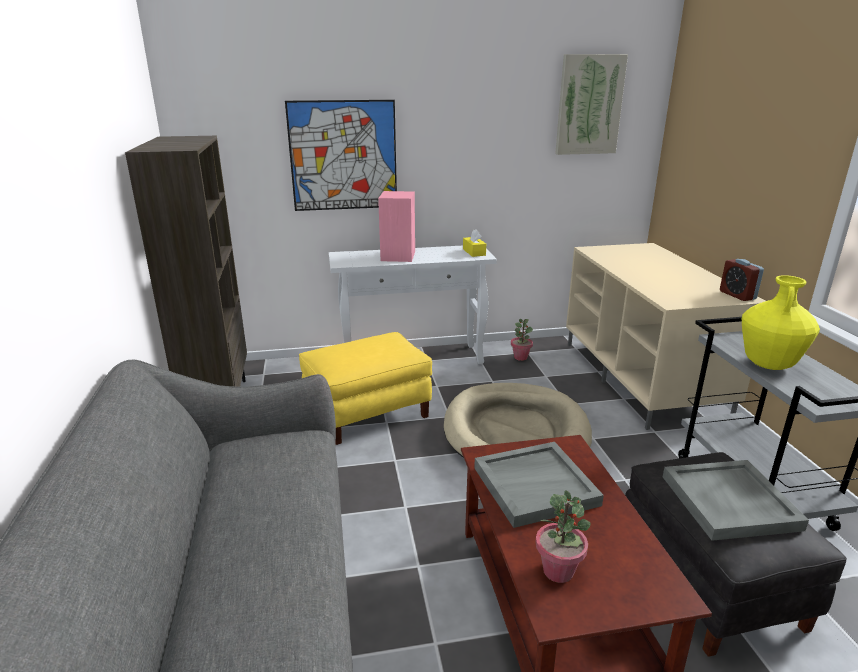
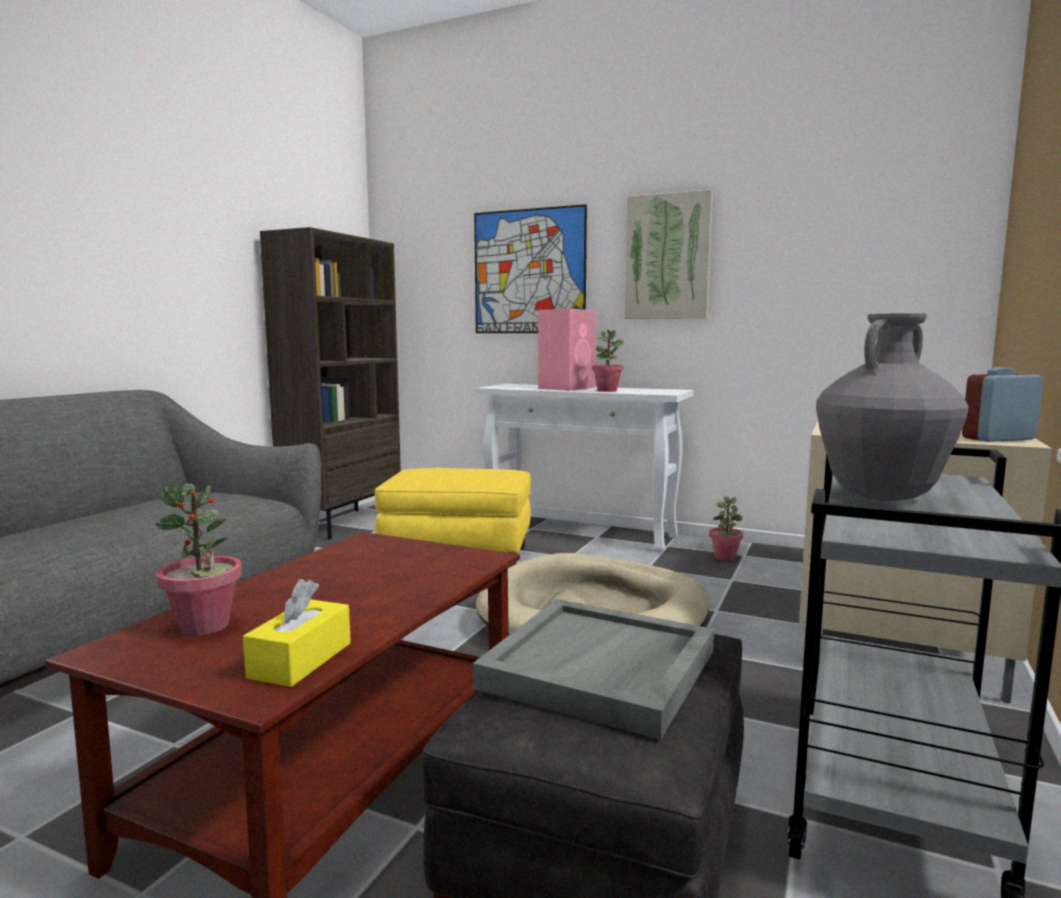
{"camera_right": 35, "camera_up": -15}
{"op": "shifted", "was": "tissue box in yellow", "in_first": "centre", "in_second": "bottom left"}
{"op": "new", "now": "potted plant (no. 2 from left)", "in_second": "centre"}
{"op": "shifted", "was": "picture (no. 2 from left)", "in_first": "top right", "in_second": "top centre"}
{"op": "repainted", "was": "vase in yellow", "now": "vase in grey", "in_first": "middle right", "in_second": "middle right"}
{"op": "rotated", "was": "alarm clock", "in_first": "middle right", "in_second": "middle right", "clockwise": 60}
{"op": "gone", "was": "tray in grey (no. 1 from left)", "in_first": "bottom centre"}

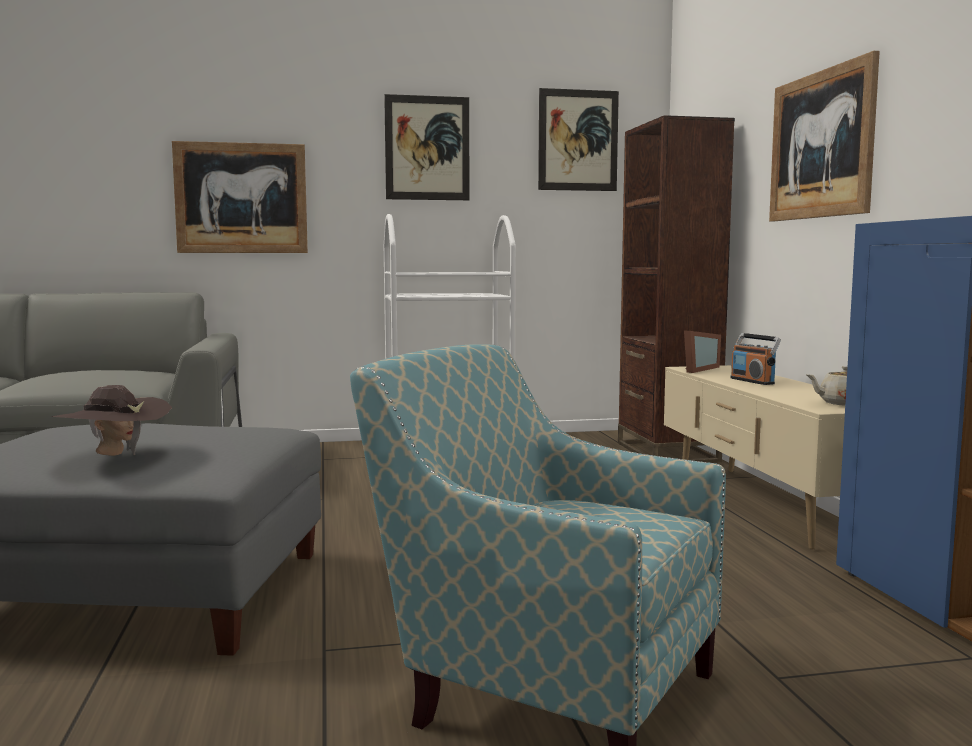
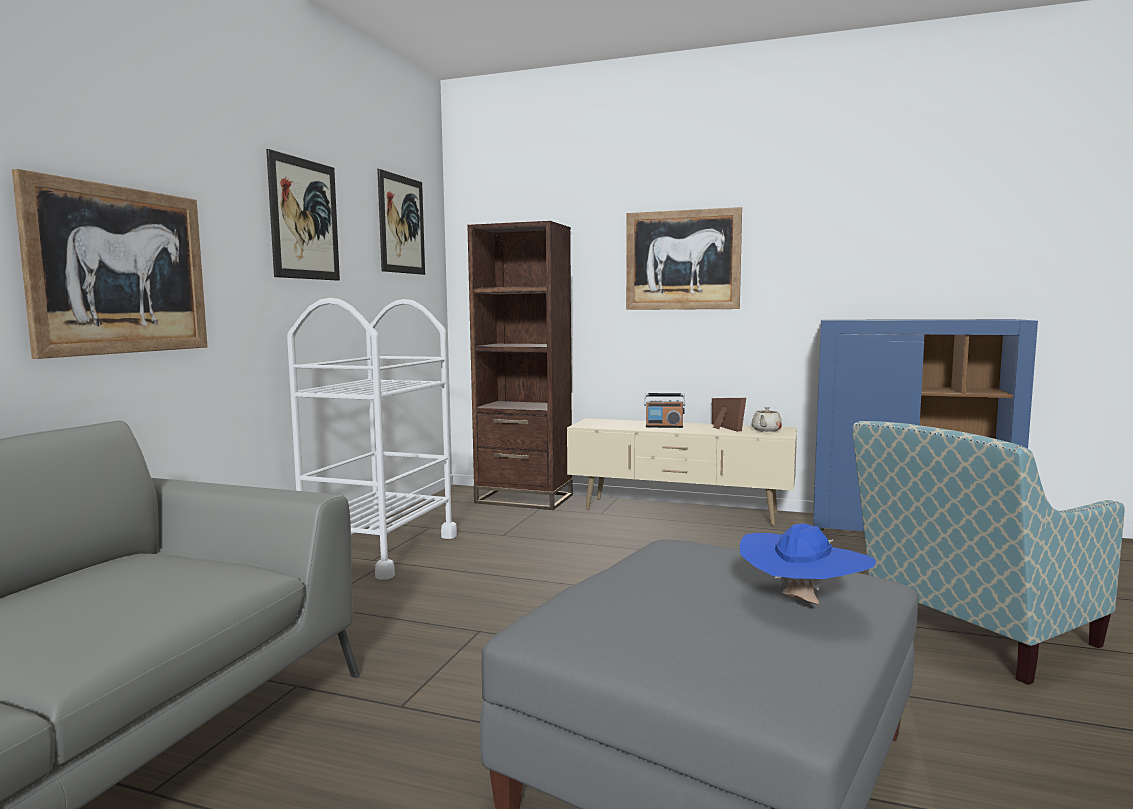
{"camera_right": -60, "camera_up": 0}
{"op": "shifted", "was": "picture frame", "in_first": "middle right", "in_second": "centre"}
{"op": "repainted", "was": "hat in brown", "now": "hat in blue", "in_first": "middle left", "in_second": "bottom right"}

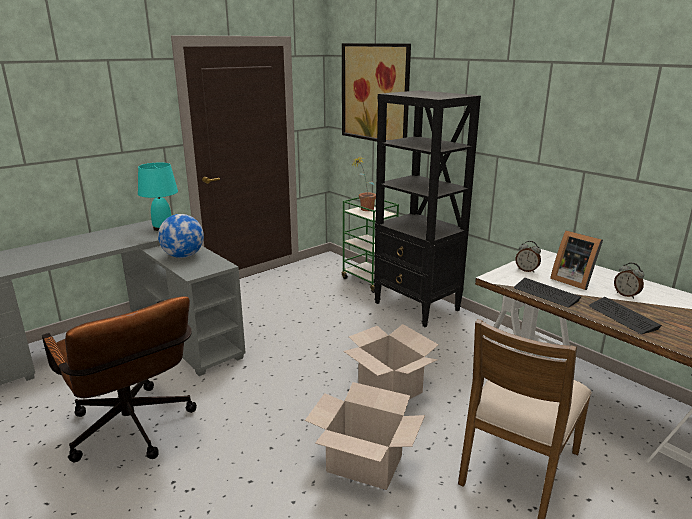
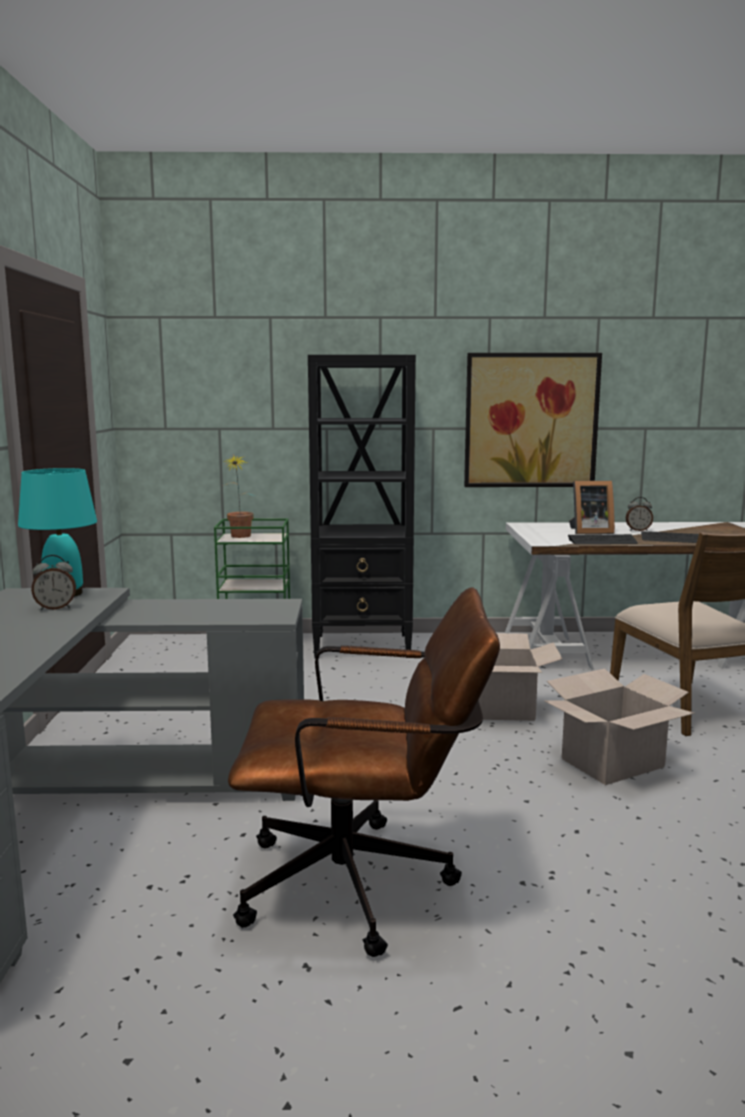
{"camera_right": -50, "camera_up": -10}
{"op": "shifted", "was": "alarm clock (no. 1 from left)", "in_first": "middle right", "in_second": "middle left"}
{"op": "shifted", "was": "picture", "in_first": "top centre", "in_second": "middle right"}
{"op": "gone", "was": "globe", "in_first": "middle left"}

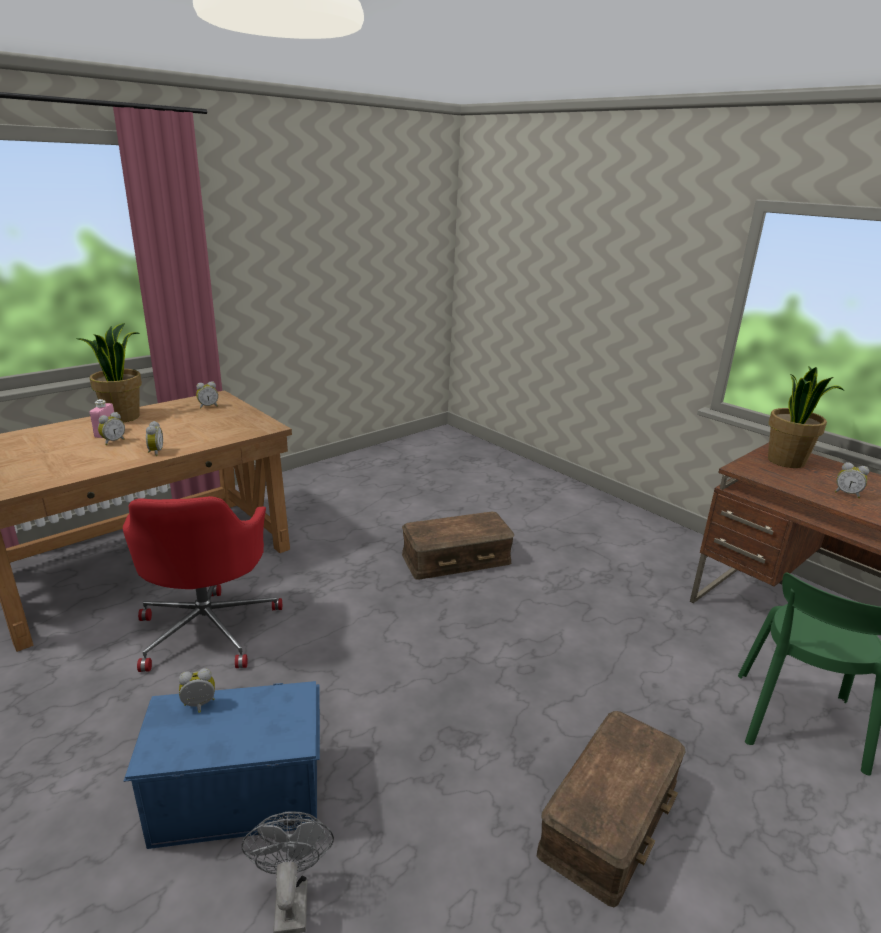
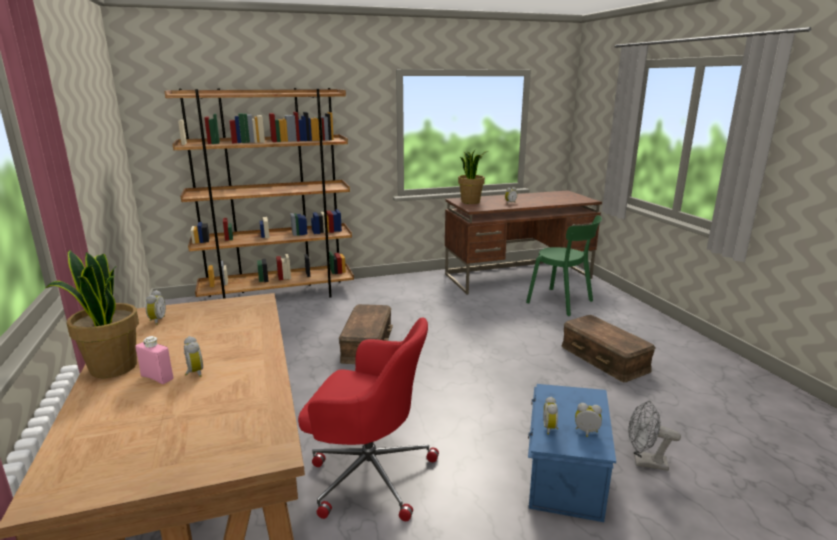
{"camera_right": -65, "camera_up": -5}
{"op": "new", "now": "bookcase in brown", "in_second": "middle left"}
{"op": "shifted", "was": "alarm clock (no. 2 from left in the first image)", "now": "alarm clock (no. 5 from left)", "in_first": "middle left", "in_second": "bottom right"}

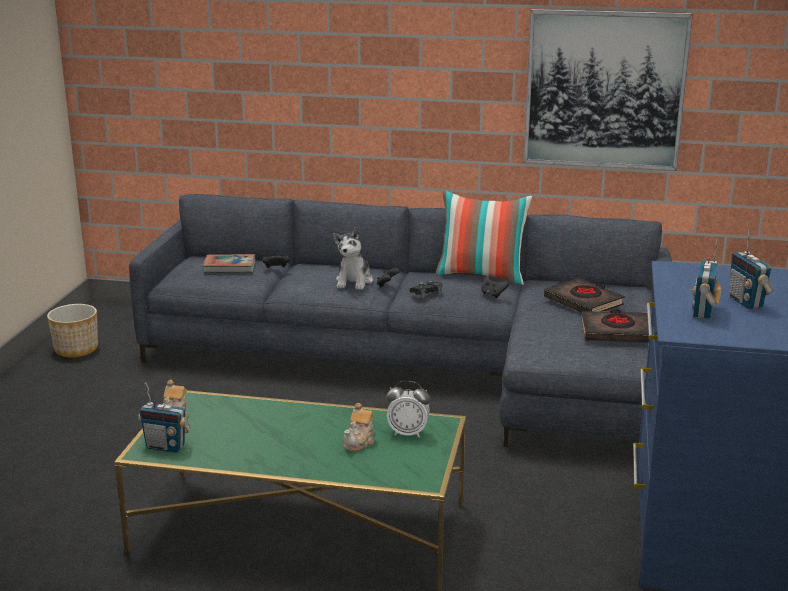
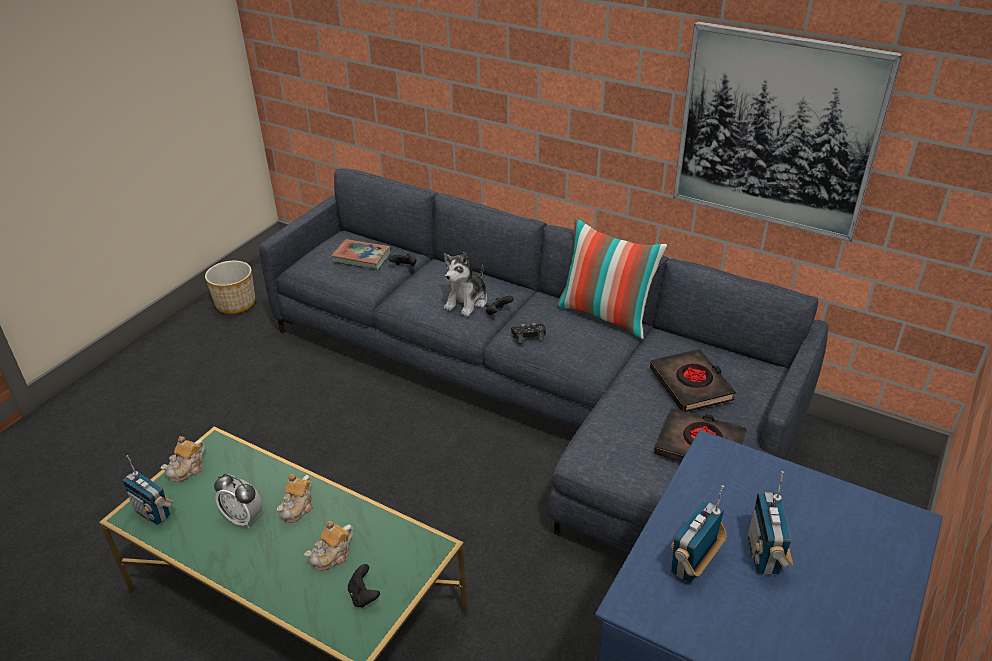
{"camera_right": 20, "camera_up": 15}
{"op": "shifted", "was": "alarm clock", "in_first": "bottom centre", "in_second": "bottom left"}
{"op": "new", "now": "teapot (no. 2 from left)", "in_second": "bottom left"}
{"op": "shifted", "was": "game controller in black (no. 4 from left in the first image)", "now": "game controller in black (no. 1 from left)", "in_first": "centre", "in_second": "bottom centre"}

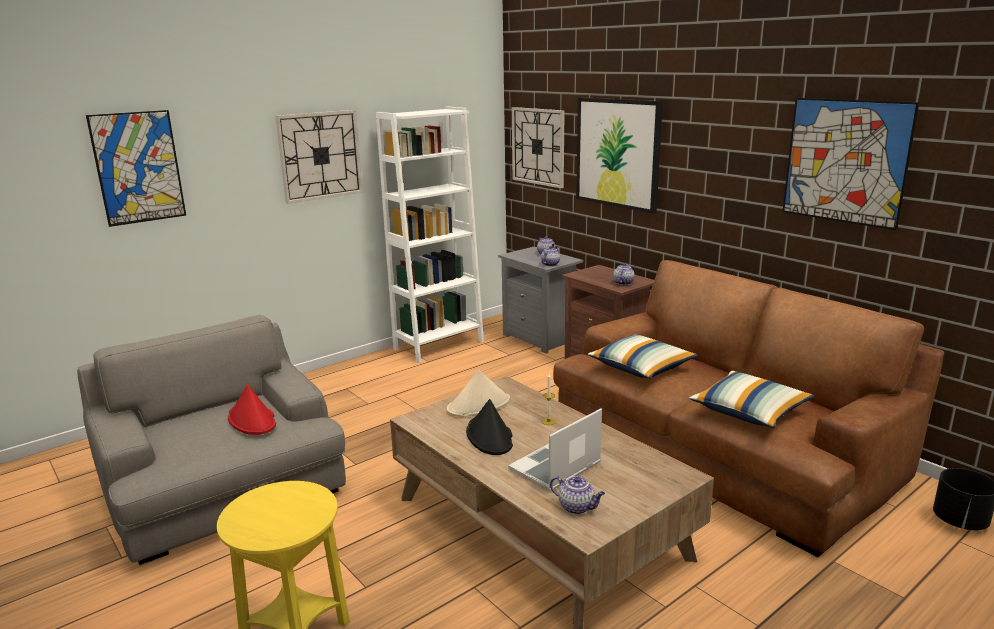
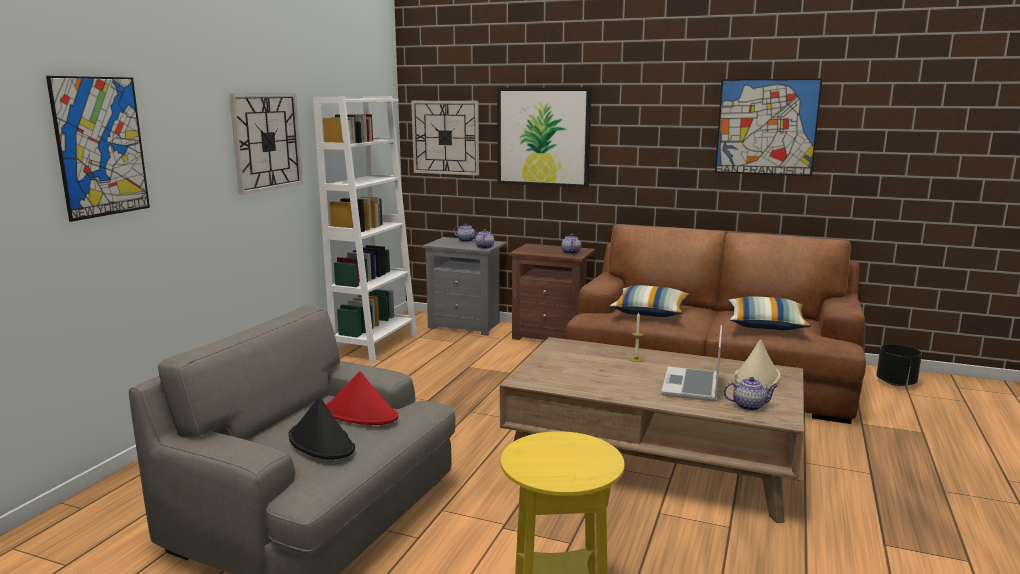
{"camera_right": -30, "camera_up": -5}
{"op": "shifted", "was": "hat in black", "in_first": "bottom centre", "in_second": "bottom left"}
{"op": "shifted", "was": "hat in beige", "in_first": "centre", "in_second": "middle right"}

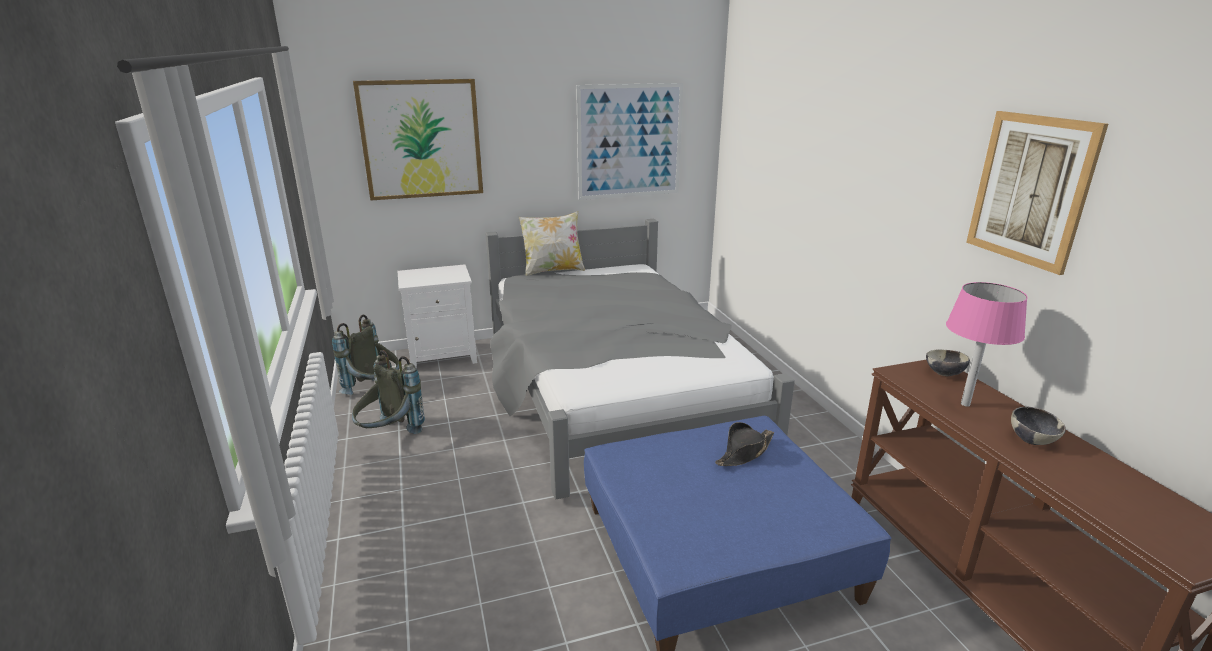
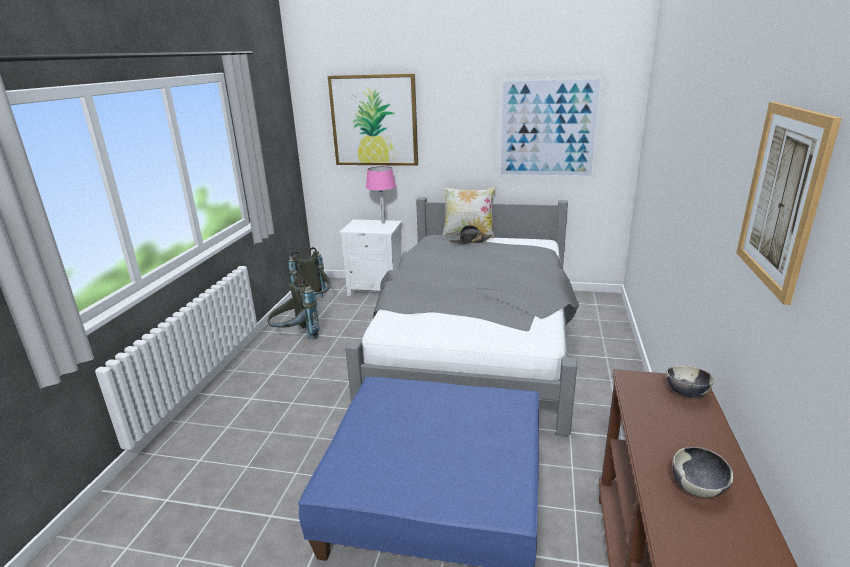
{"camera_right": 30, "camera_up": 0}
{"op": "shifted", "was": "table lamp in pink", "in_first": "middle right", "in_second": "centre"}
{"op": "shifted", "was": "hat in black", "in_first": "bottom centre", "in_second": "centre"}

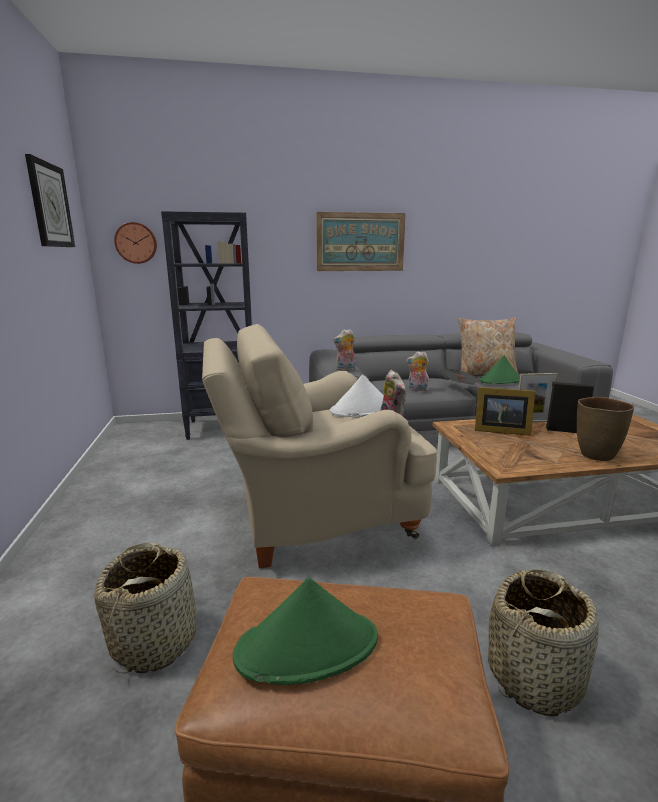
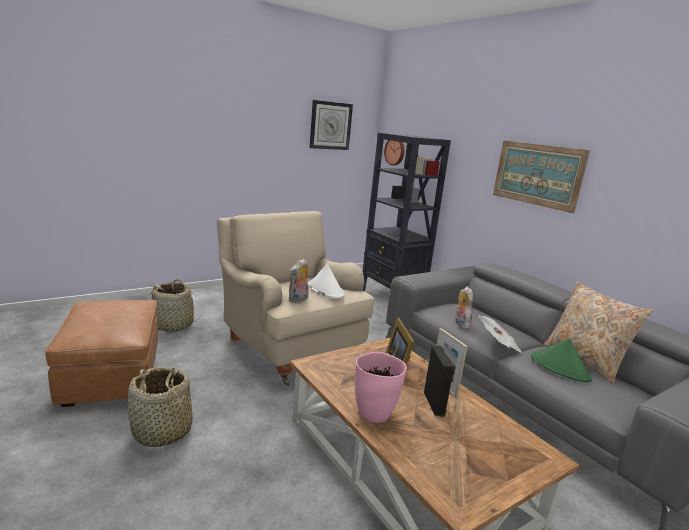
{"camera_right": 65, "camera_up": 0}
{"op": "repainted", "was": "vase in brown", "now": "vase in pink", "in_first": "middle right", "in_second": "bottom centre"}
{"op": "gone", "was": "hat in green (no. 1 from left)", "in_first": "bottom centre"}
{"op": "gone", "was": "plush toy (no. 1 from left)", "in_first": "centre"}

